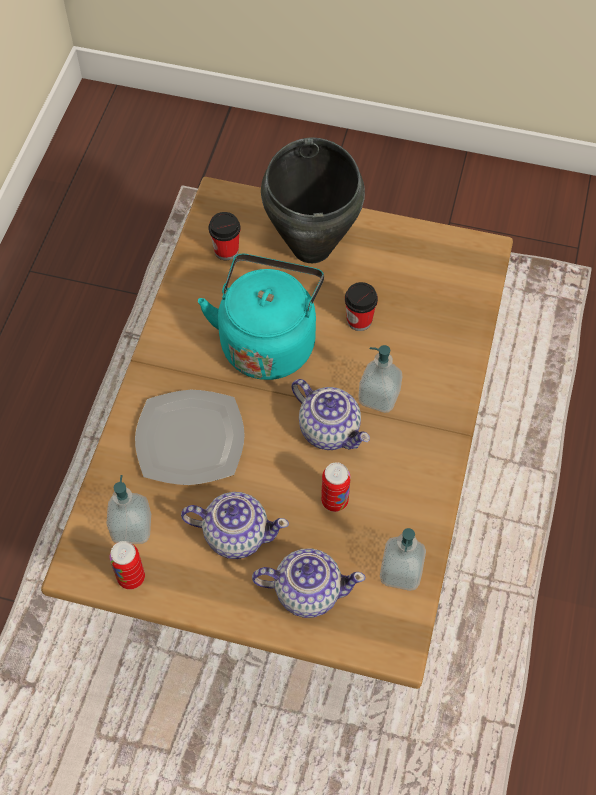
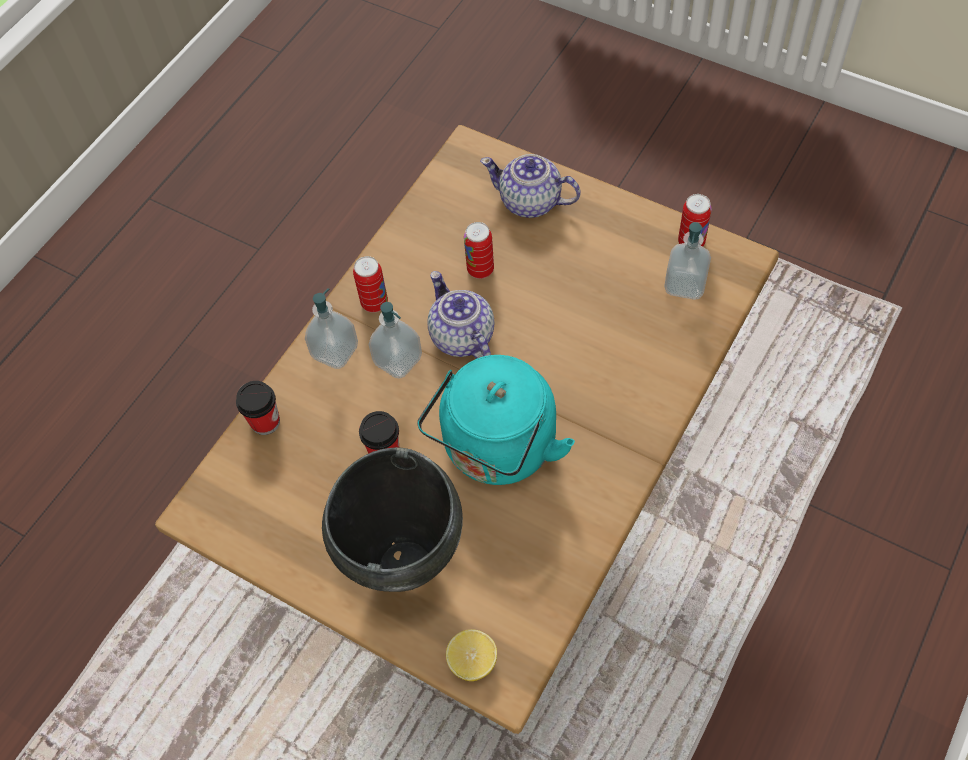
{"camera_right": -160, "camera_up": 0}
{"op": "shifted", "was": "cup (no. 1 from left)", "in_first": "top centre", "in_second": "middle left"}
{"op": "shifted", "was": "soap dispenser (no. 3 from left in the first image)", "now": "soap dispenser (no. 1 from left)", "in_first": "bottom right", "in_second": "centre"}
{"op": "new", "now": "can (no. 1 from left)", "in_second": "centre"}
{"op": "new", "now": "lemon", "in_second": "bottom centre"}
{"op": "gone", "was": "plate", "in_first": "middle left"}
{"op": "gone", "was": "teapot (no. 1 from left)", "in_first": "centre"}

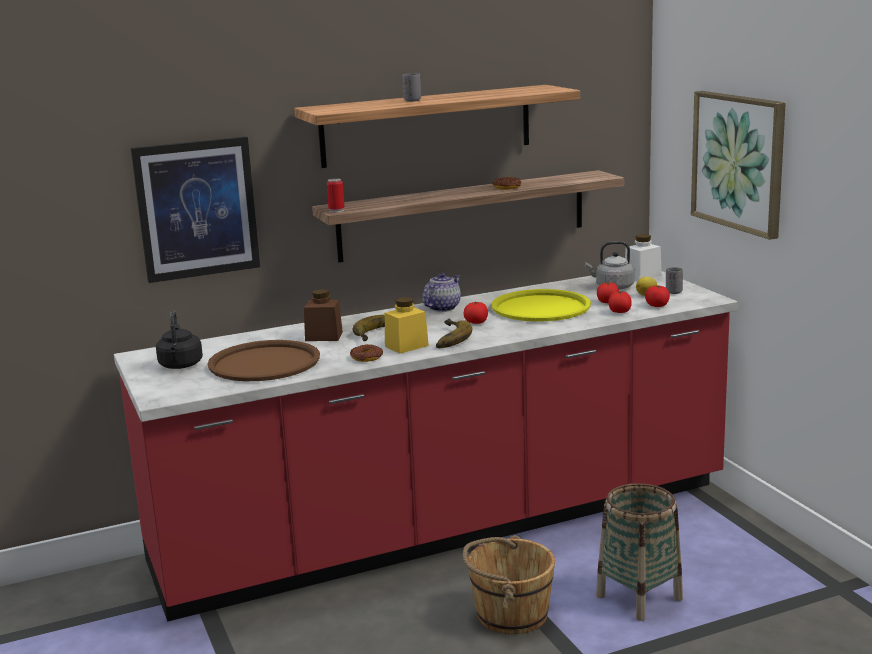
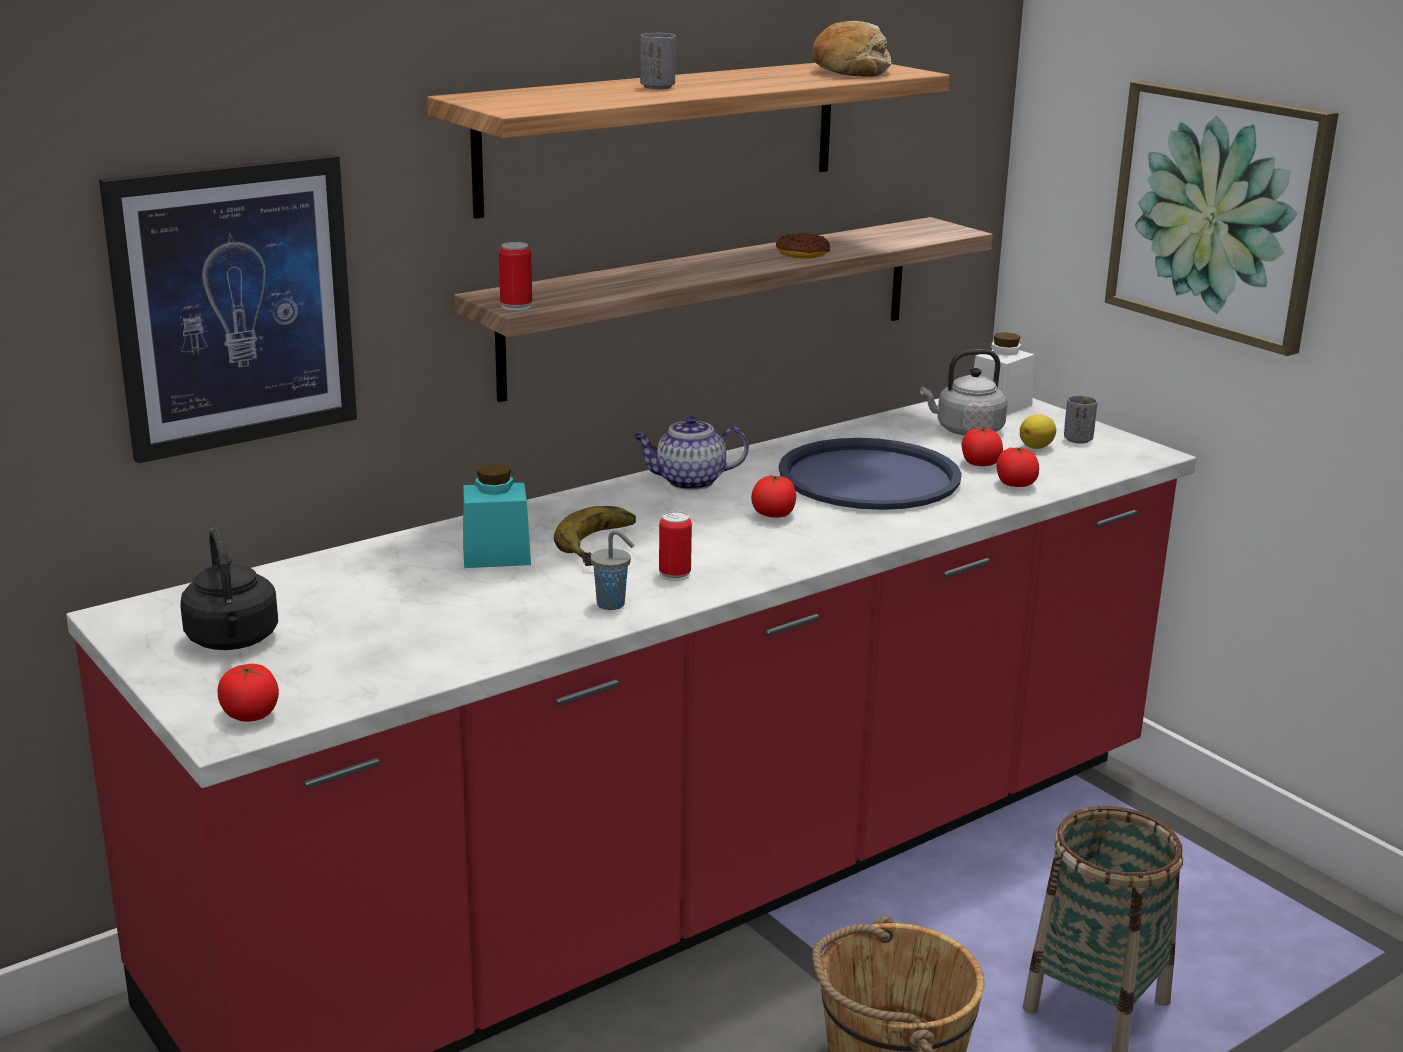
{"camera_right": -15, "camera_up": 5}
{"op": "shifted", "was": "tomato (no. 4 from left in the first image)", "now": "tomato (no. 1 from left)", "in_first": "middle right", "in_second": "middle left"}
{"op": "repainted", "was": "jar in brown", "now": "jar in turquoise", "in_first": "centre", "in_second": "centre"}
{"op": "swapped", "was": "donut (no. 1 from left)", "now": "cup in grey (no. 1 from left)", "in_first": "centre", "in_second": "centre"}
{"op": "rotated", "was": "teapot", "in_first": "centre", "in_second": "centre", "clockwise": -120}
{"op": "swapped", "was": "jar in yellow", "now": "can (no. 2 from left)", "in_first": "centre", "in_second": "centre"}
{"op": "repainted", "was": "tray in yellow", "now": "tray in blue", "in_first": "centre", "in_second": "centre"}
{"op": "new", "now": "bread", "in_second": "top centre"}
{"op": "gone", "was": "tray in brown", "in_first": "middle left"}
{"op": "gone", "was": "banana (no. 2 from left)", "in_first": "centre"}

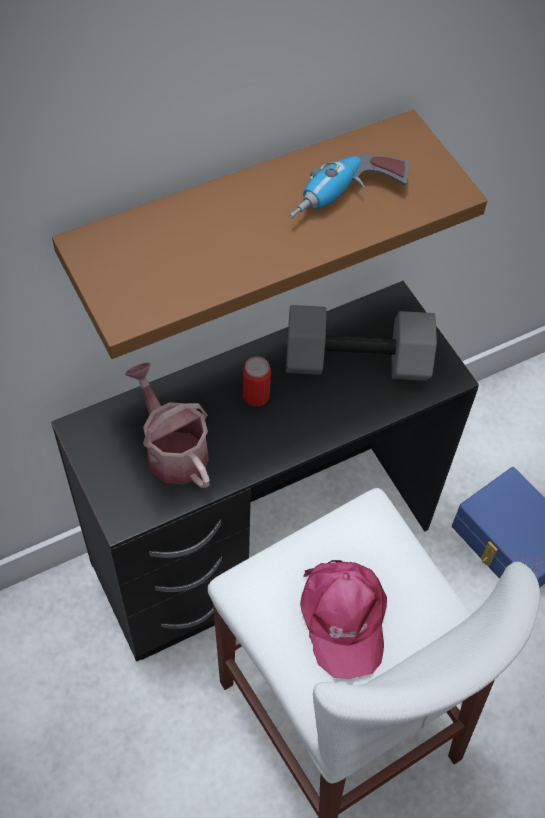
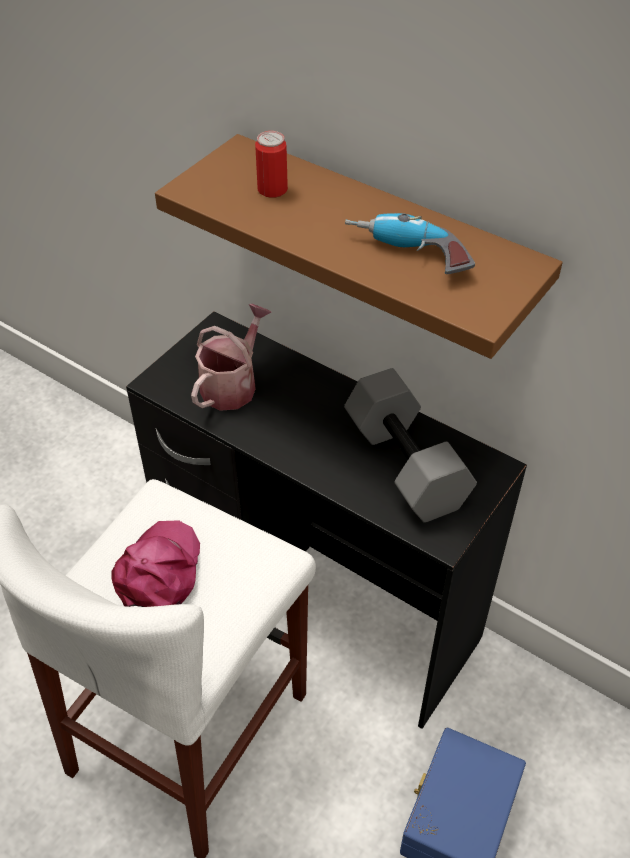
{"camera_right": 65, "camera_up": -10}
{"op": "rotated", "was": "cap in pink", "in_first": "bottom centre", "in_second": "middle left", "clockwise": 135}
{"op": "shifted", "was": "can", "in_first": "centre", "in_second": "top centre"}

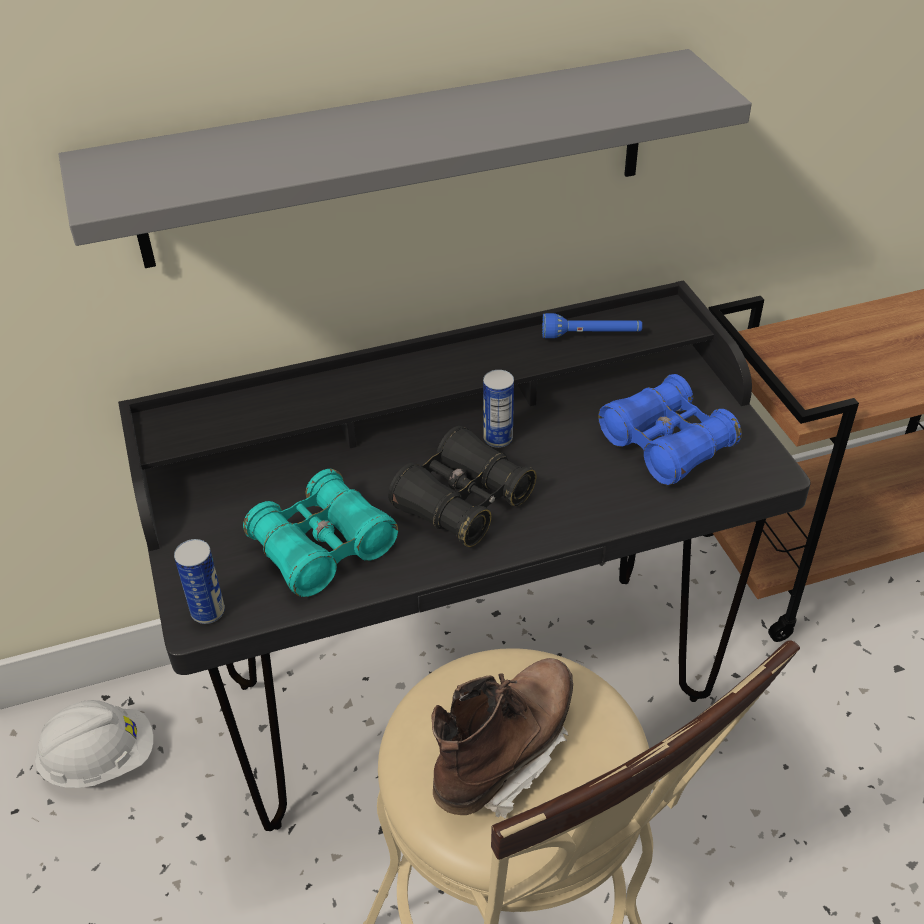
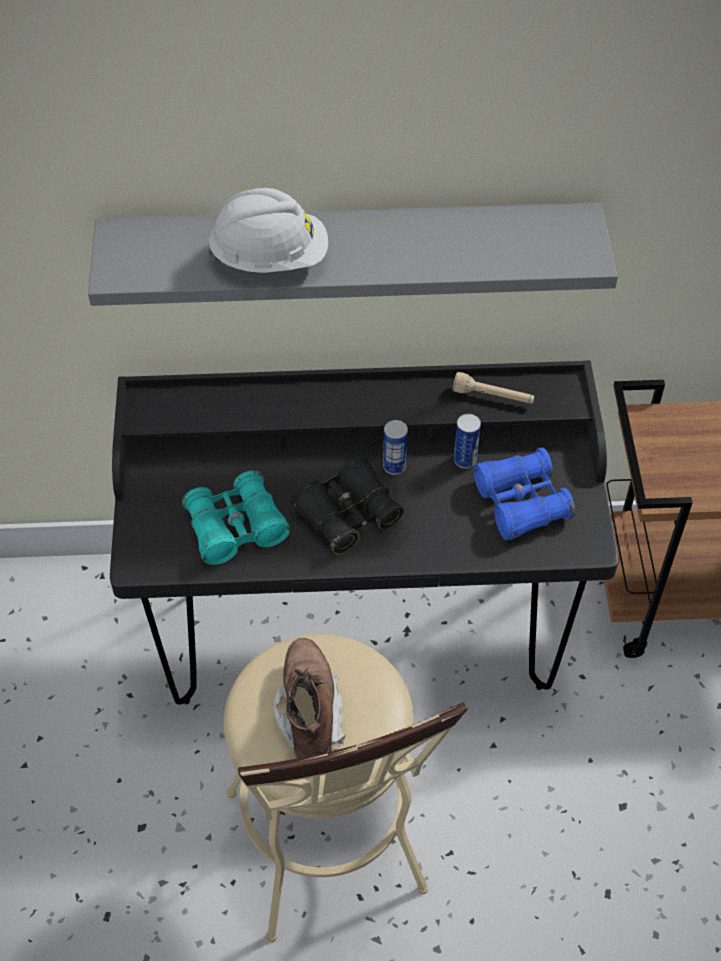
{"camera_right": 15, "camera_up": 10}
{"op": "shifted", "was": "hard hat in white", "in_first": "bottom left", "in_second": "top centre"}
{"op": "rotated", "was": "boot in brown", "in_first": "bottom centre", "in_second": "bottom centre", "clockwise": -60}
{"op": "repainted", "was": "flashlight in blue", "now": "flashlight in beige", "in_first": "centre", "in_second": "middle right"}
{"op": "shifted", "was": "can (no. 1 from left in the first image)", "now": "can (no. 2 from left)", "in_first": "middle left", "in_second": "centre"}

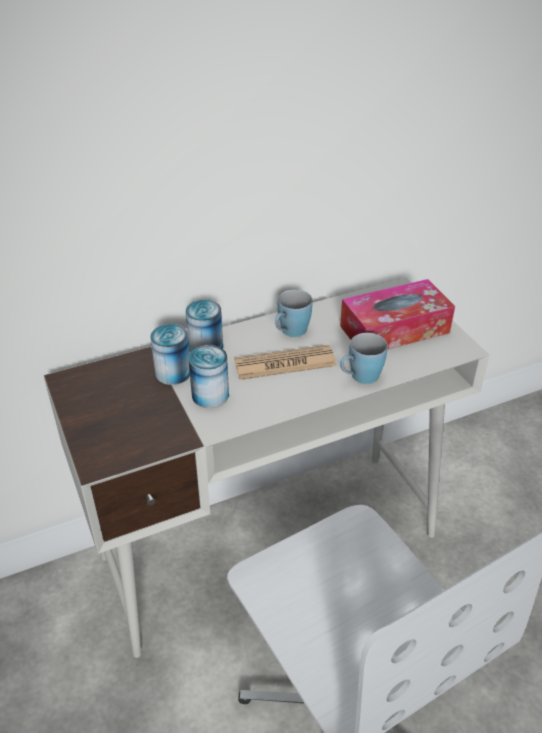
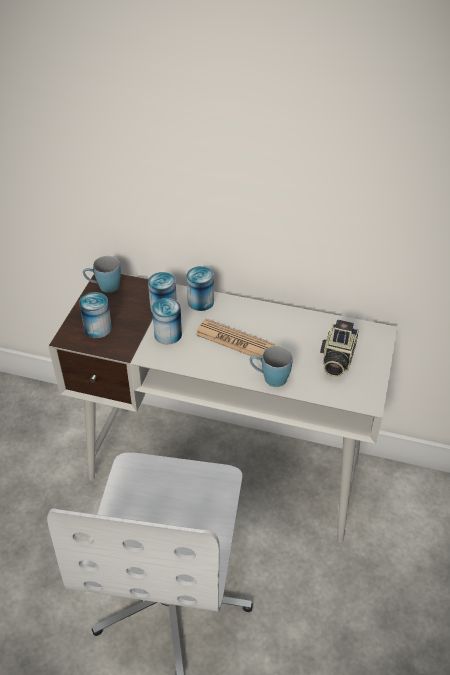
{"camera_right": 40, "camera_up": 5}
{"op": "new", "now": "can (no. 1 from left)", "in_second": "middle left"}
{"op": "shifted", "was": "mug in blue (no. 1 from left)", "in_first": "centre", "in_second": "middle left"}
{"op": "swapped", "was": "tissue box", "now": "photo camera", "in_first": "middle right", "in_second": "middle right"}

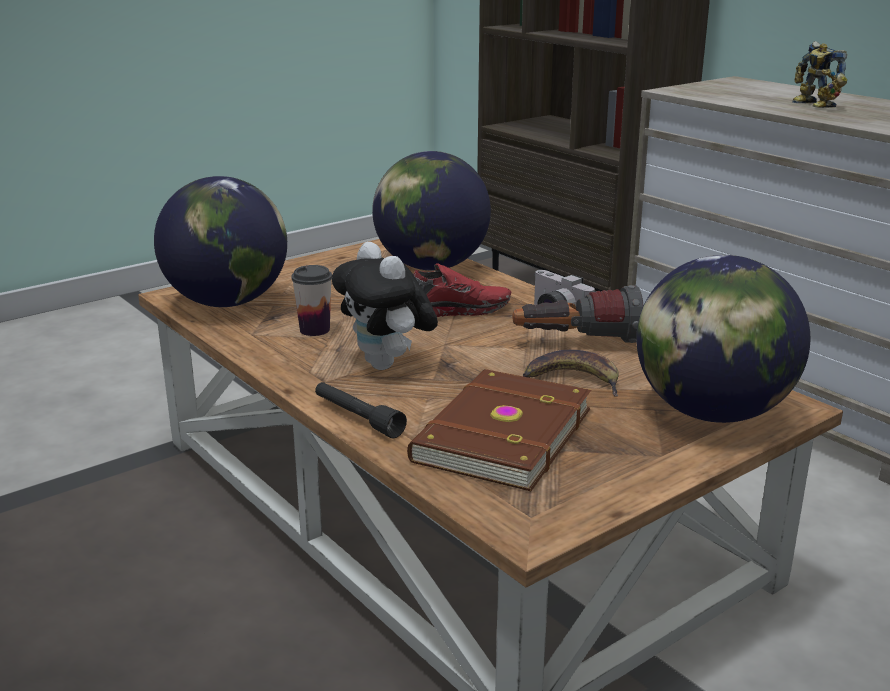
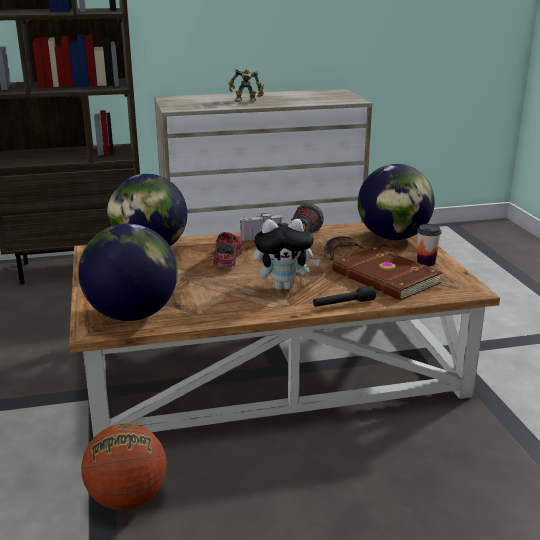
{"camera_right": -65, "camera_up": 0}
{"op": "new", "now": "basketball", "in_second": "bottom left"}
{"op": "shifted", "was": "cup", "in_first": "centre", "in_second": "middle right"}

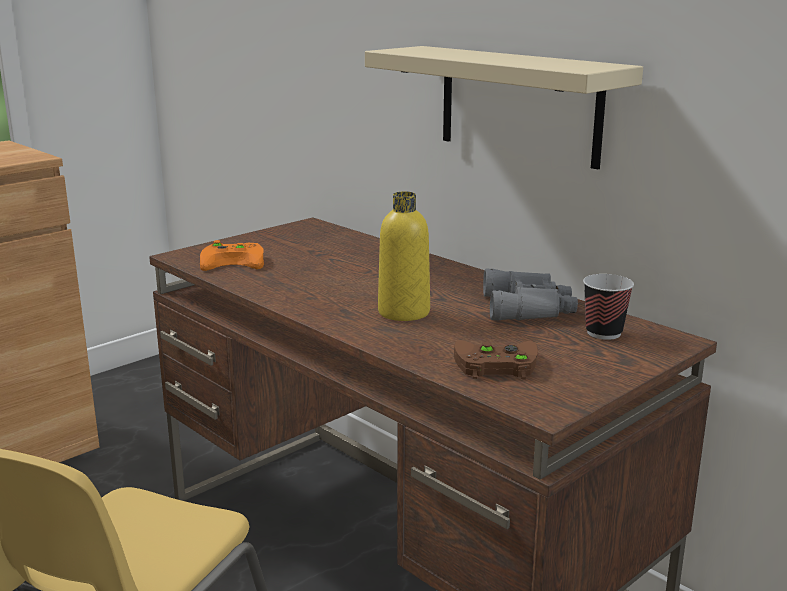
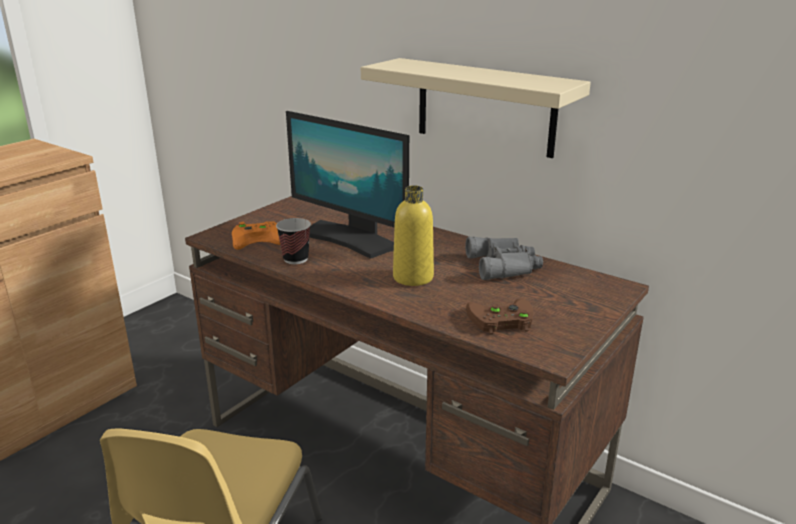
{"camera_right": -10, "camera_up": 5}
{"op": "shifted", "was": "cup", "in_first": "middle right", "in_second": "centre"}
{"op": "new", "now": "monitor", "in_second": "centre"}

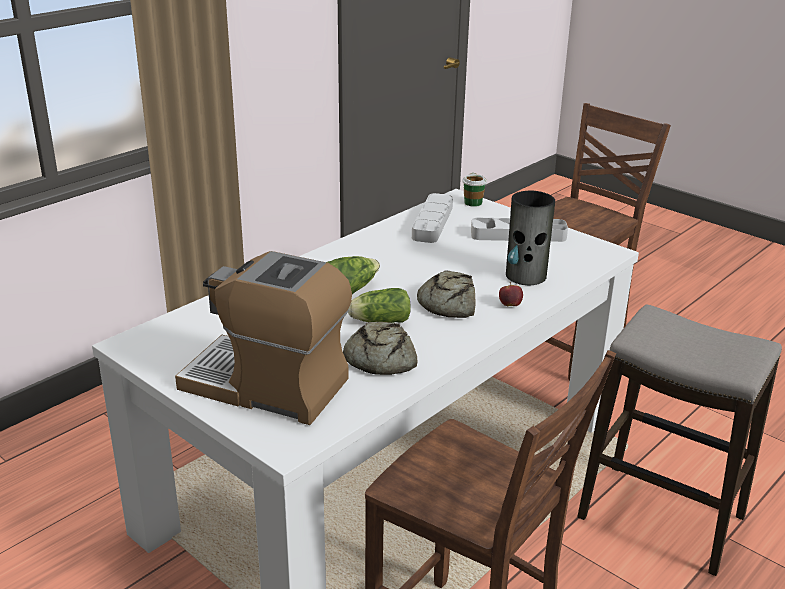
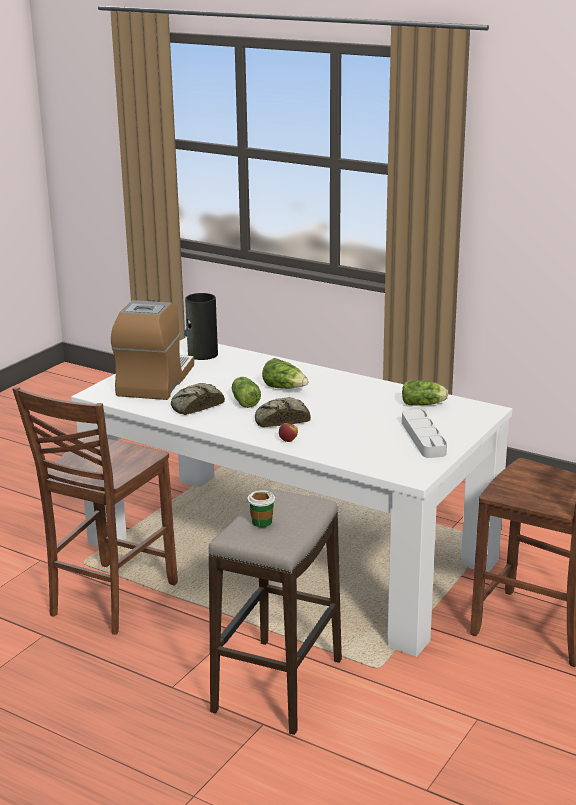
{"camera_right": 80, "camera_up": -5}
{"op": "shifted", "was": "vase", "in_first": "middle right", "in_second": "centre"}
{"op": "shifted", "was": "cup", "in_first": "top centre", "in_second": "centre"}
{"op": "swapped", "was": "tray in grey (no. 1 from left)", "now": "lettuce (no. 3 from left)", "in_first": "centre", "in_second": "middle right"}

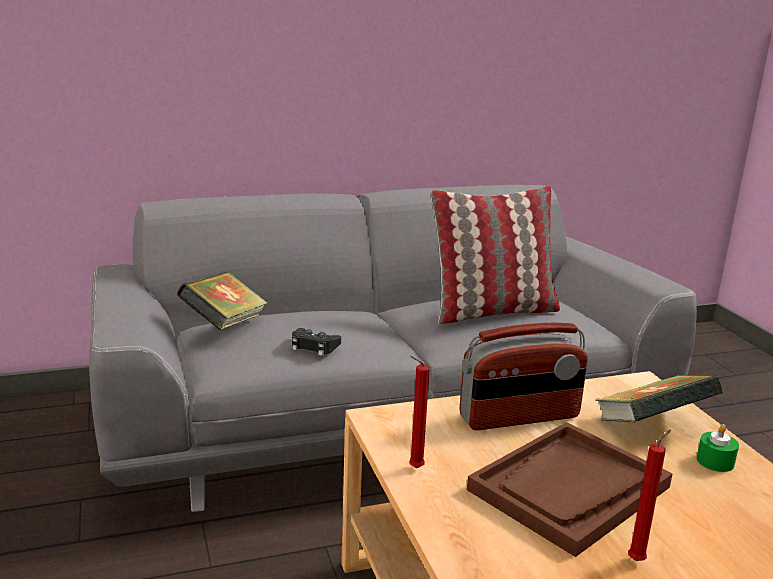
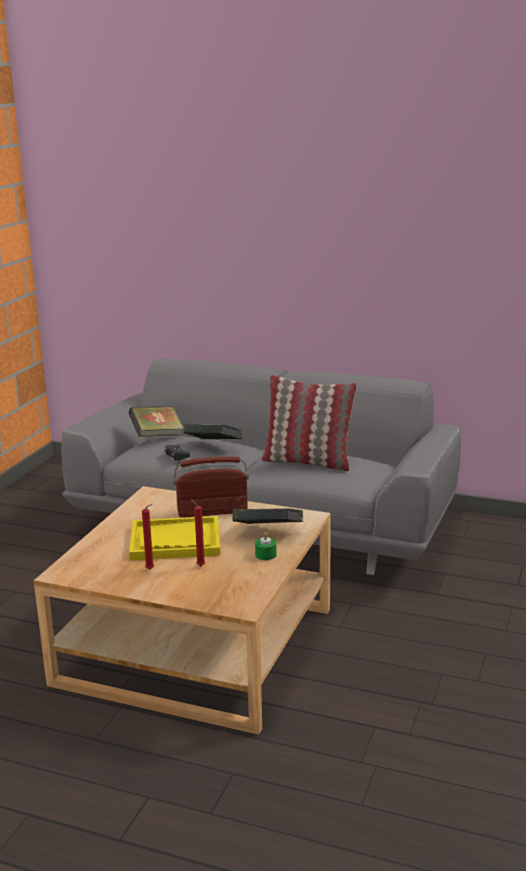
{"camera_right": 40, "camera_up": 0}
{"op": "repainted", "was": "tray in brown", "now": "tray in yellow", "in_first": "bottom right", "in_second": "middle left"}
{"op": "rotated", "was": "radio", "in_first": "middle right", "in_second": "centre", "clockwise": 150}
{"op": "new", "now": "book (no. 2 from left)", "in_second": "centre"}
{"op": "shifted", "was": "candle in red (no. 1 from left in the first image)", "now": "candle in red (no. 2 from left)", "in_first": "bottom centre", "in_second": "centre"}

